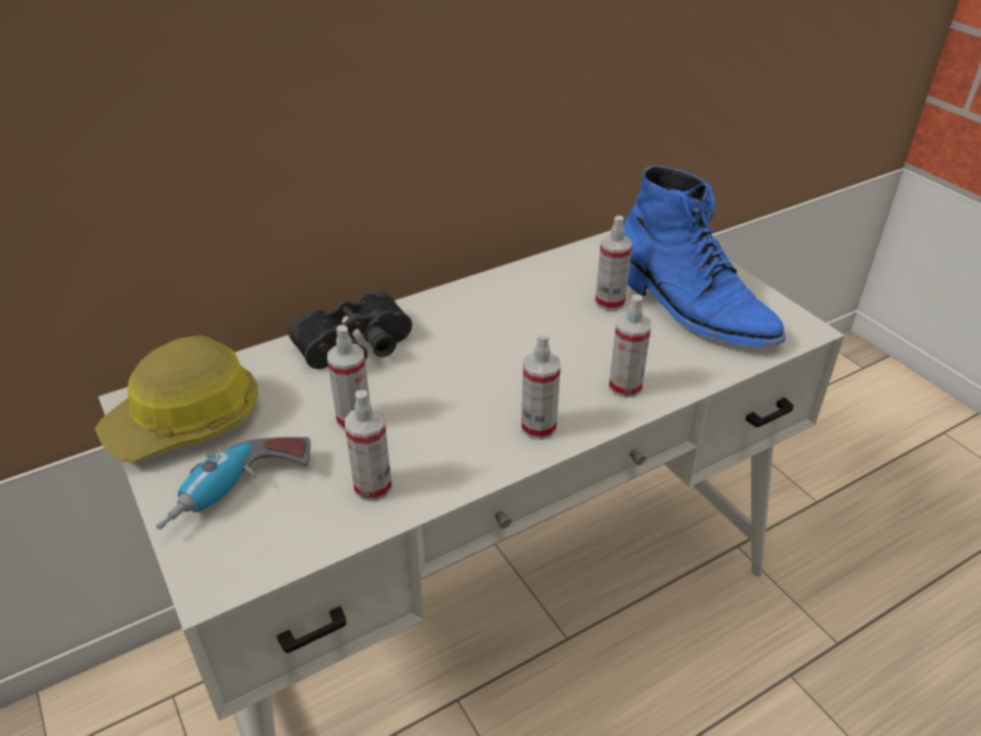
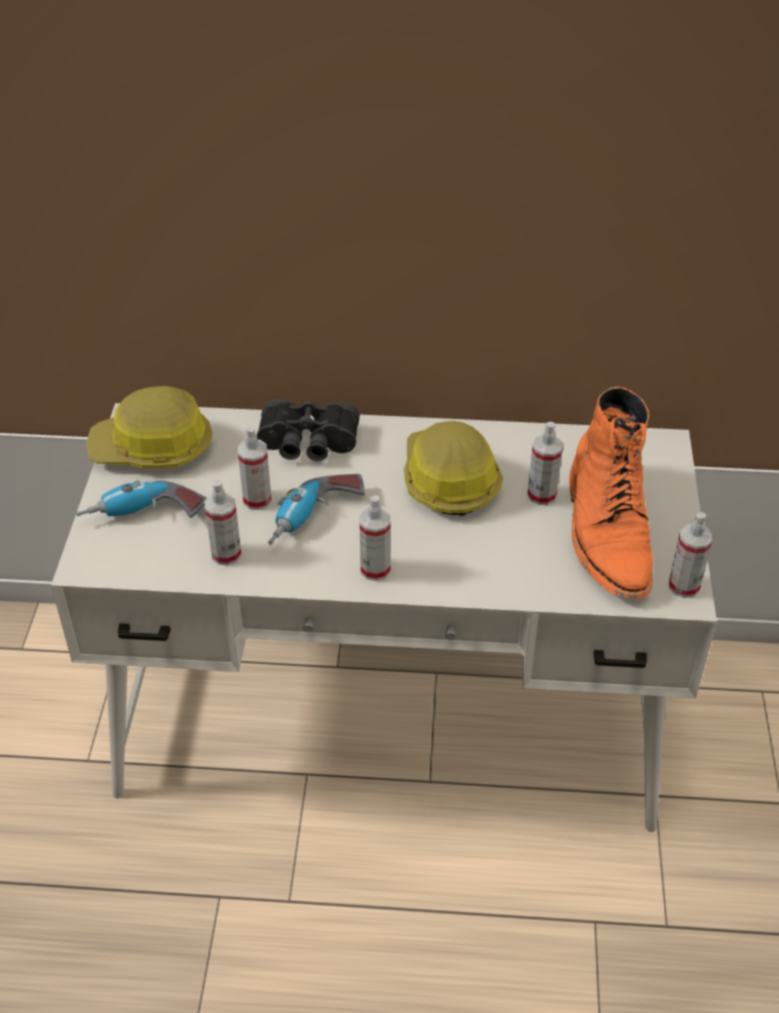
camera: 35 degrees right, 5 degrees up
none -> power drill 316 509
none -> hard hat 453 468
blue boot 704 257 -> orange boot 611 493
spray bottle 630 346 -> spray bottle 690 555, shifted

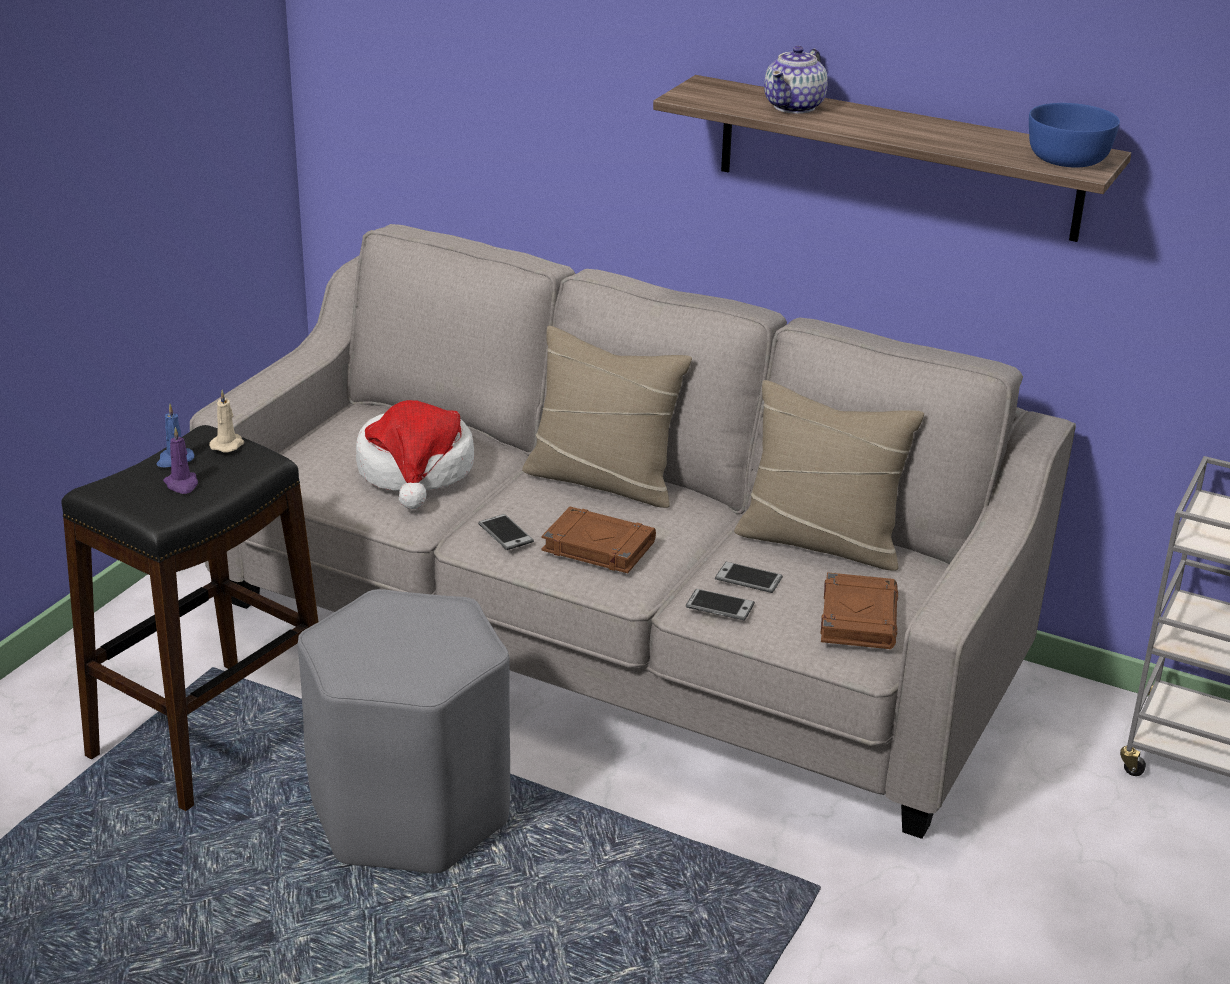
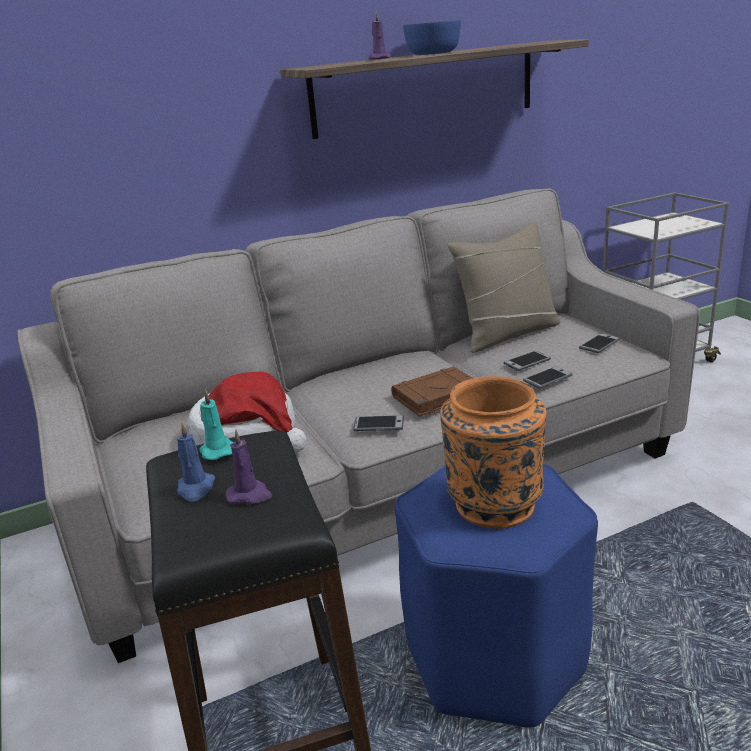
camera: 50 degrees left, 5 degrees down
beige candle 226 421 -> turquoise candle 216 425
teapot 796 80 -> purple candle 380 35
grey stool 404 731 -> blue stool 496 596
blue bowl 1074 135 -> blue bowl 432 37, shifted
none -> orange vase 493 452
brown book 859 610 -> phone 599 343
beige pillow 607 417 -> none

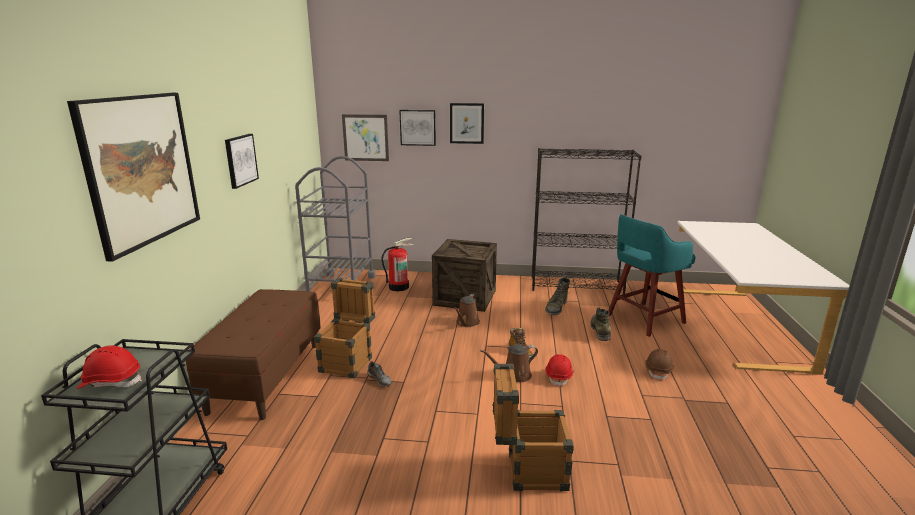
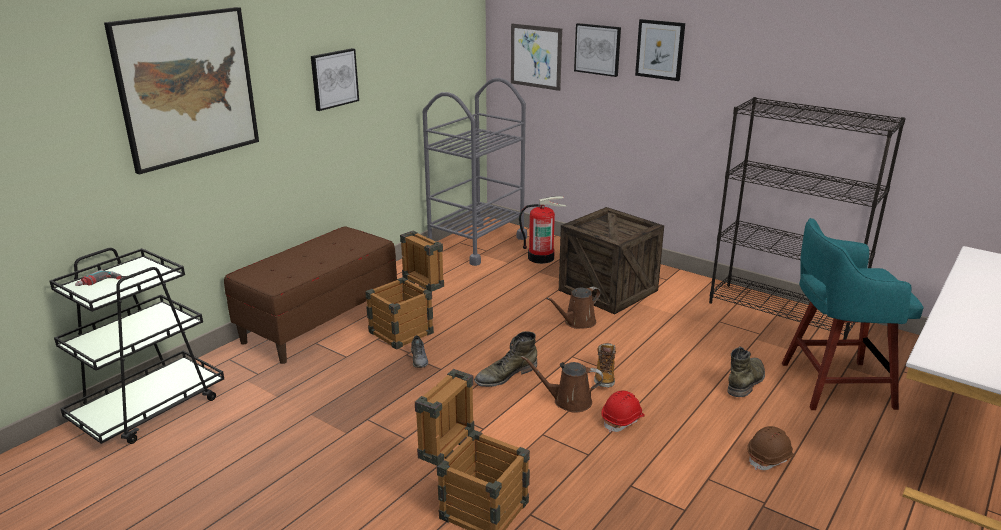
camera: 30 degrees right, 5 degrees up
red hard hat 109 367 -> power drill 104 278
green boot 557 296 -> green boot 505 359, shifted

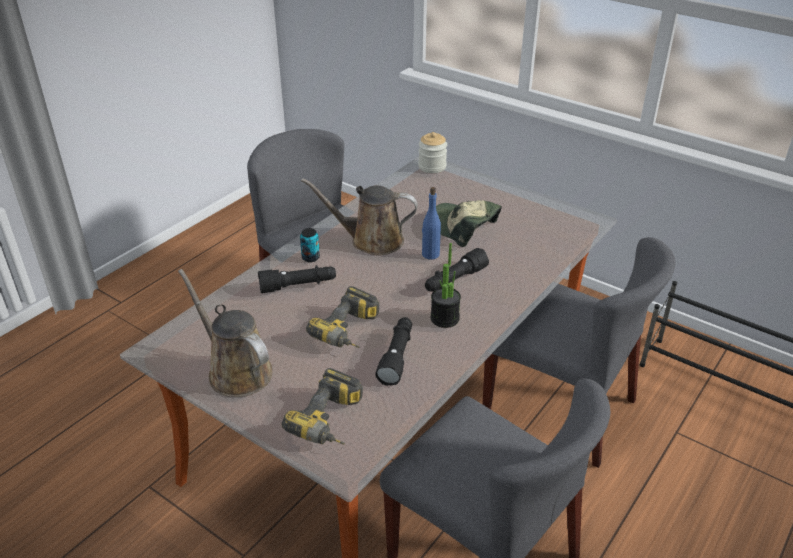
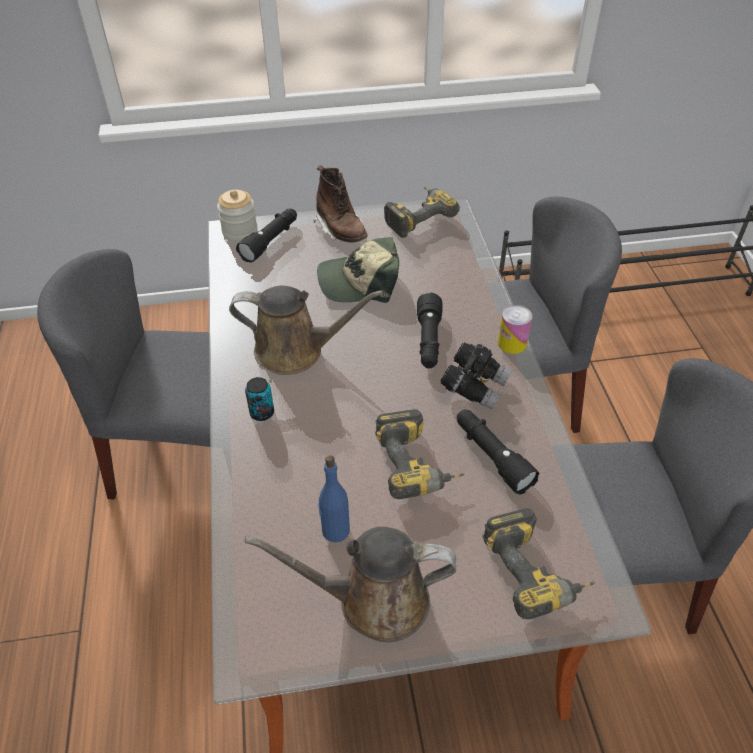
camera: 45 degrees left, 10 degrees up
brown watering can 359 216 -> brown watering can 306 330, 135 degrees counterclockwise
black flashlight 297 279 -> black flashlight 266 235, shifted
none -> brown boot 340 204
blue bottle 431 223 -> blue bottle 334 498, shifted
none -> power drill 422 212
potted plant 445 285 -> black binoculars 476 376
none -> can 515 329

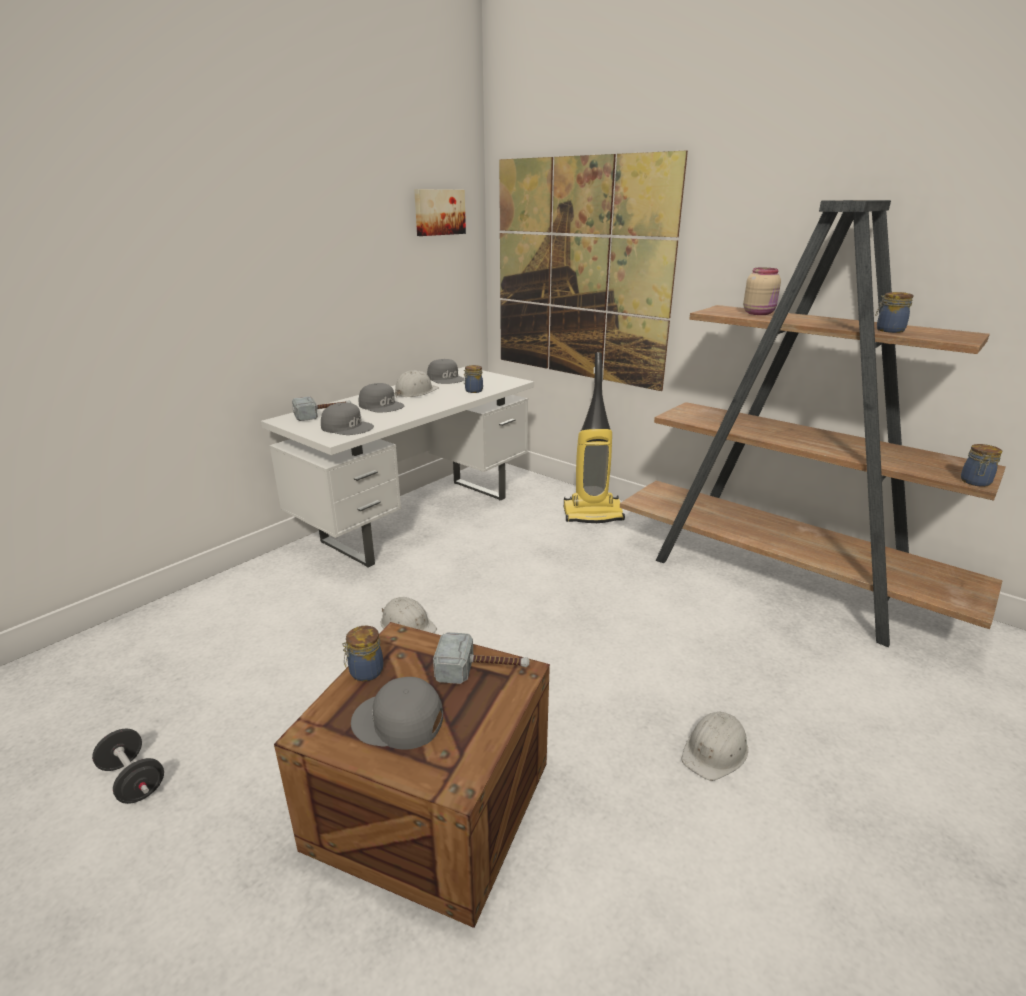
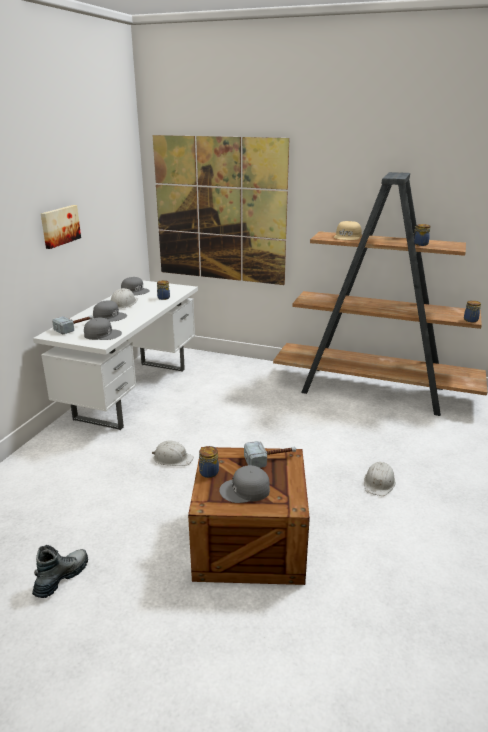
camera: 20 degrees left, 0 degrees up
black dumbbell 128 766 -> boot 60 571
picture 440 212 -> picture 61 227, shifted
beige jar 762 291 -> beige cap 348 230
vacuum cleaner 594 437 -> none

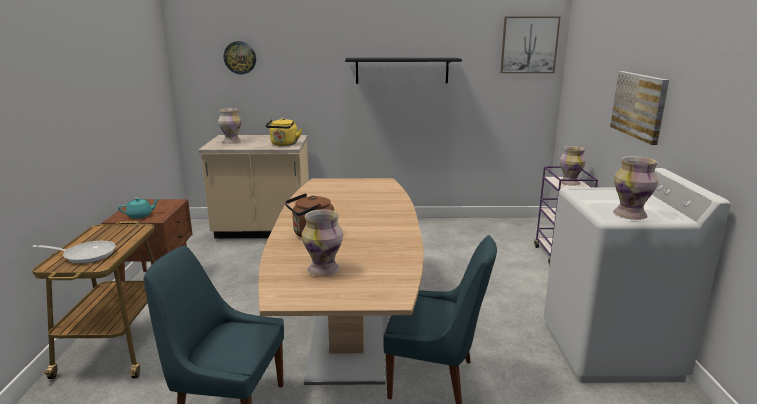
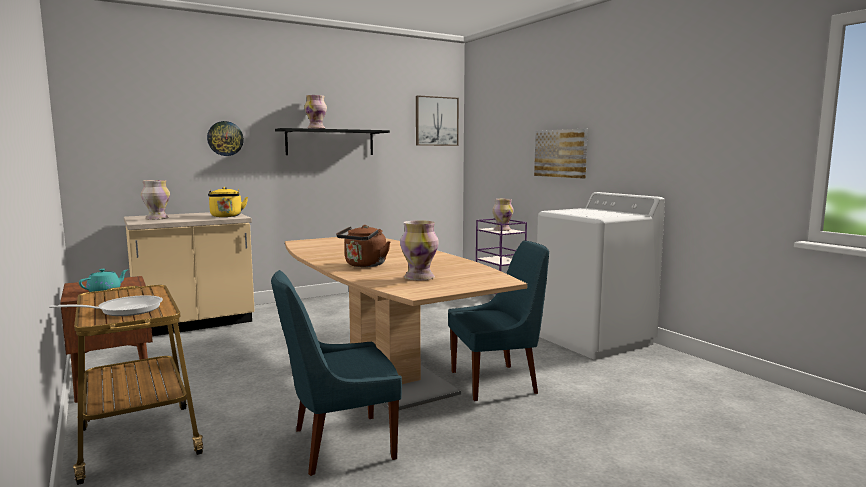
camera: 30 degrees left, 10 degrees down
wall clock 240 57 -> wall clock 225 138, shifted
vase 635 188 -> vase 315 112, shifted

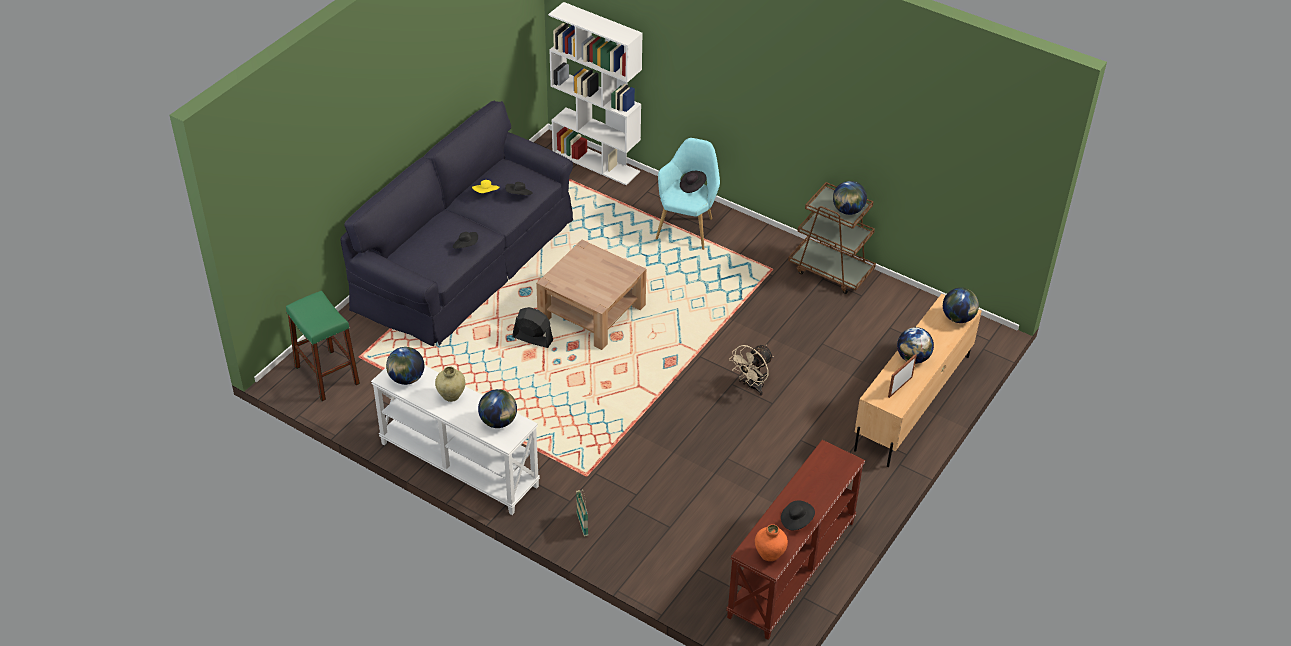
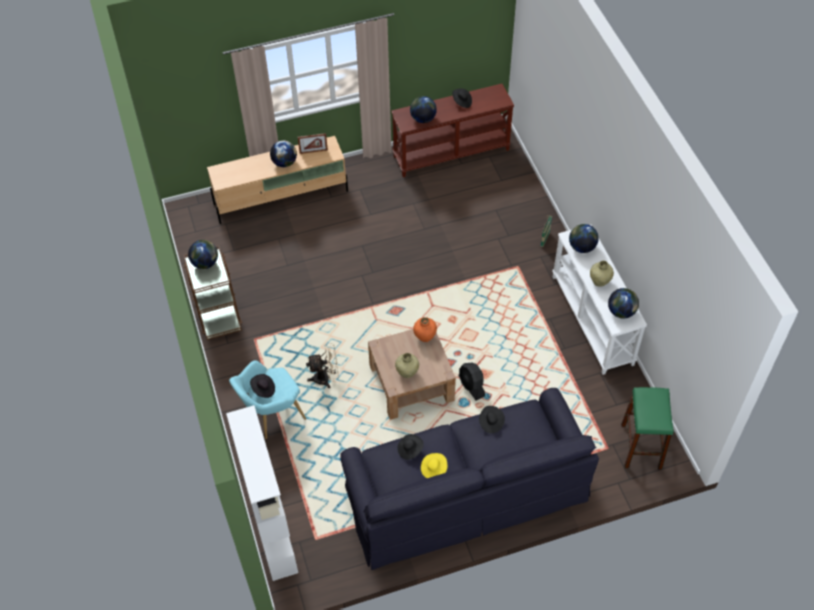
camera: 140 degrees left, 10 degrees up
beige fan 751 370 -> beige fan 322 365, shifted
none -> beige vase 407 365
globe 961 305 -> globe 423 109, shifted
orange vase 771 542 -> orange vase 425 329, shifted

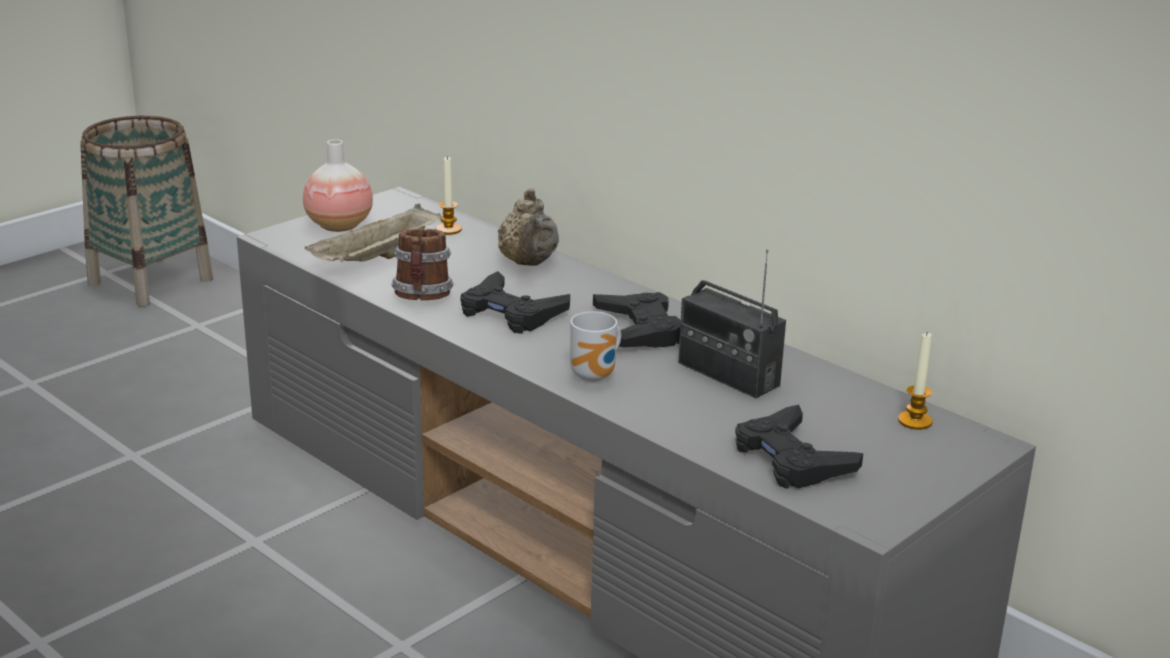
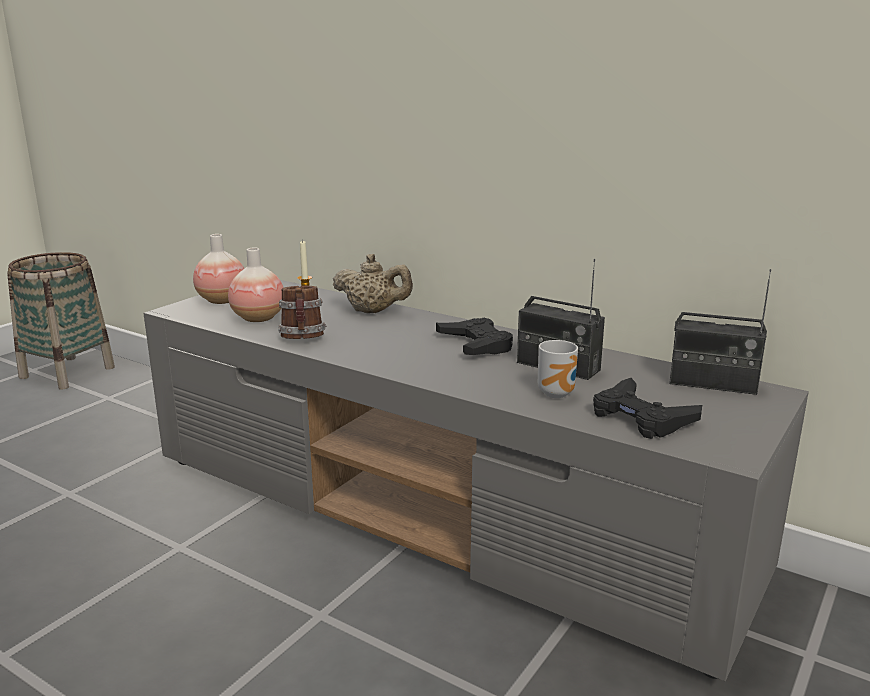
camera: 10 degrees left, 5 degrees down
beige tray 373 233 -> vase 256 284
beige teapot 528 227 -> beige teapot 372 283, 60 degrees counterclockwise
mug 595 346 -> mug 558 369, shifted
candle 915 380 -> radio 720 332
black game controller 515 302 -> none

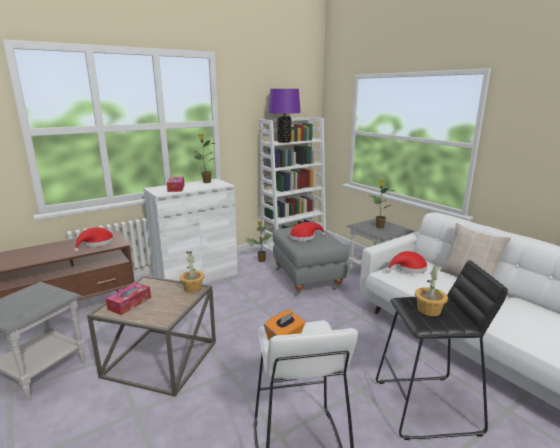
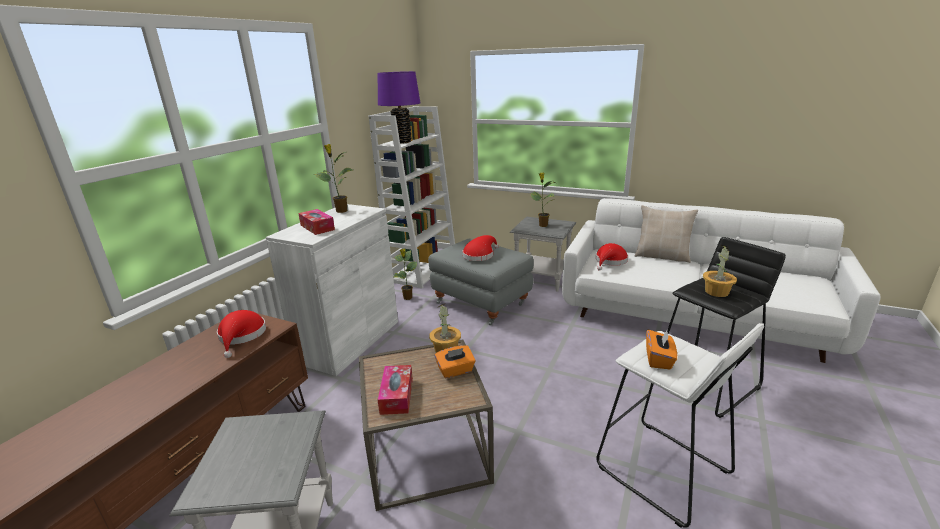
camera: 30 degrees left, 5 degrees up
none -> orange tissue box 455 361

